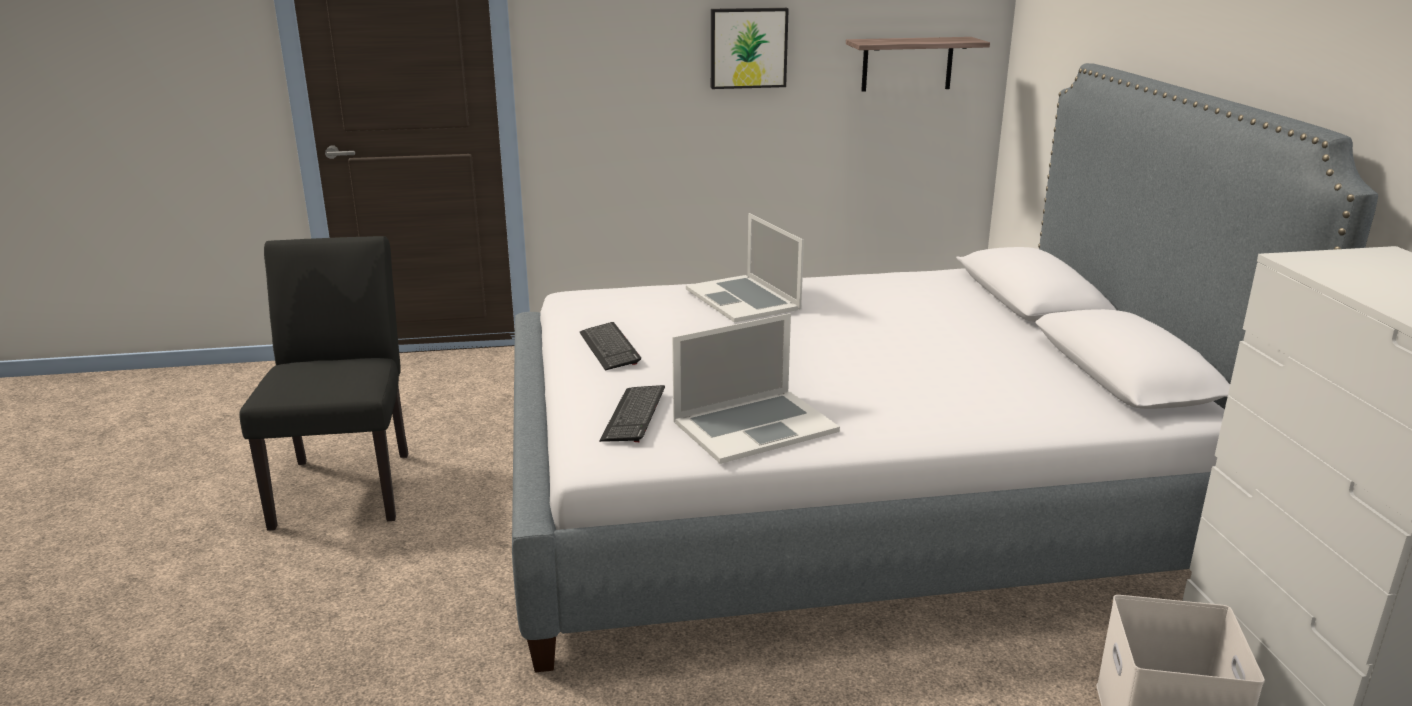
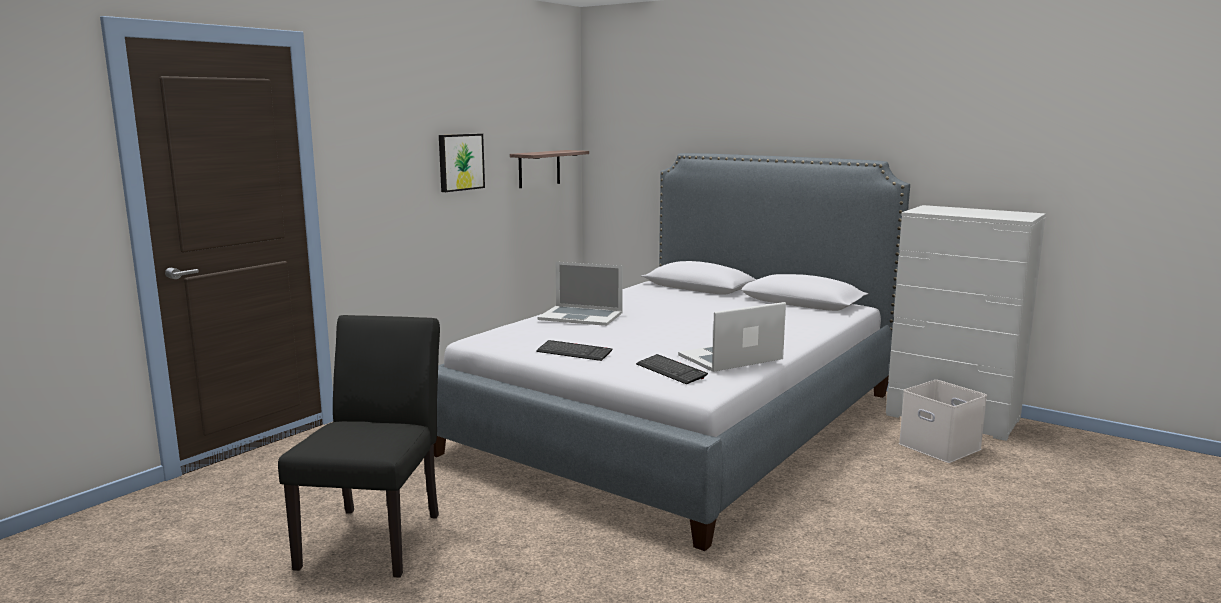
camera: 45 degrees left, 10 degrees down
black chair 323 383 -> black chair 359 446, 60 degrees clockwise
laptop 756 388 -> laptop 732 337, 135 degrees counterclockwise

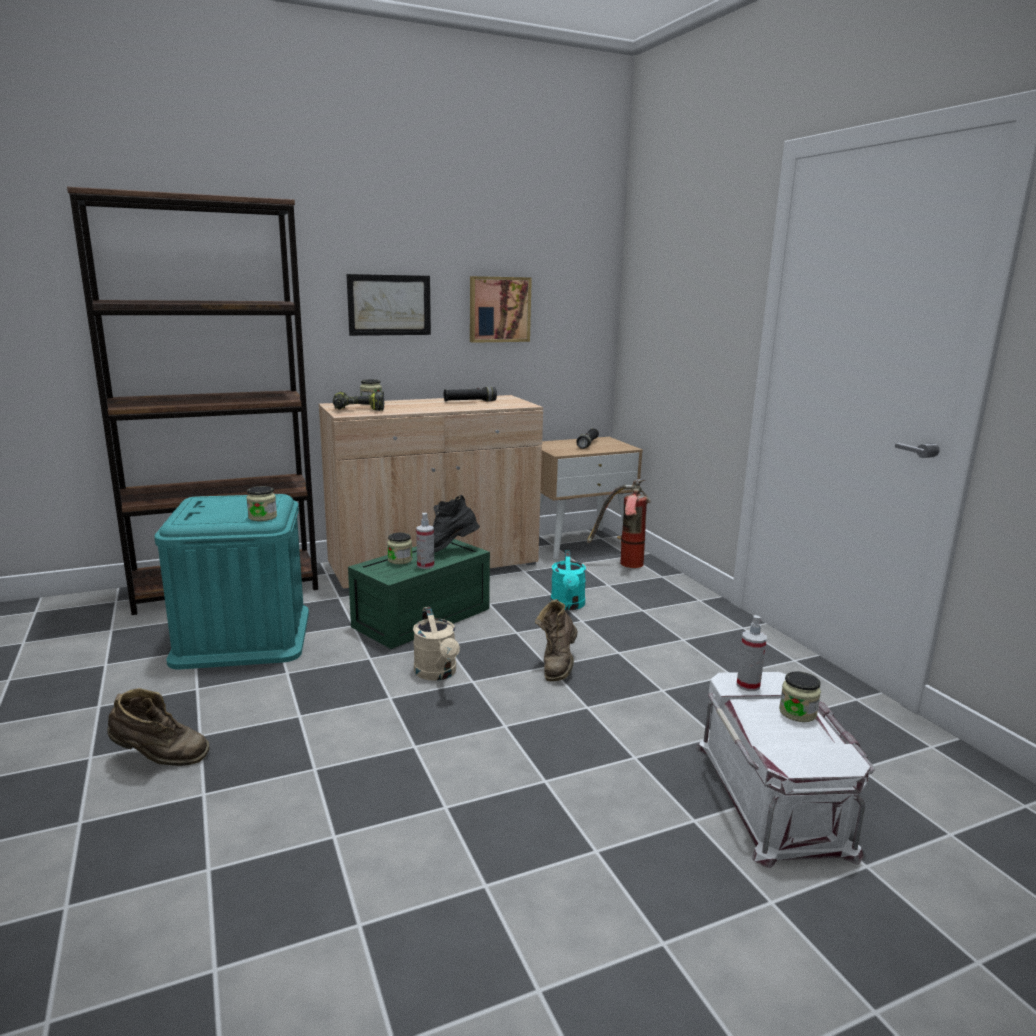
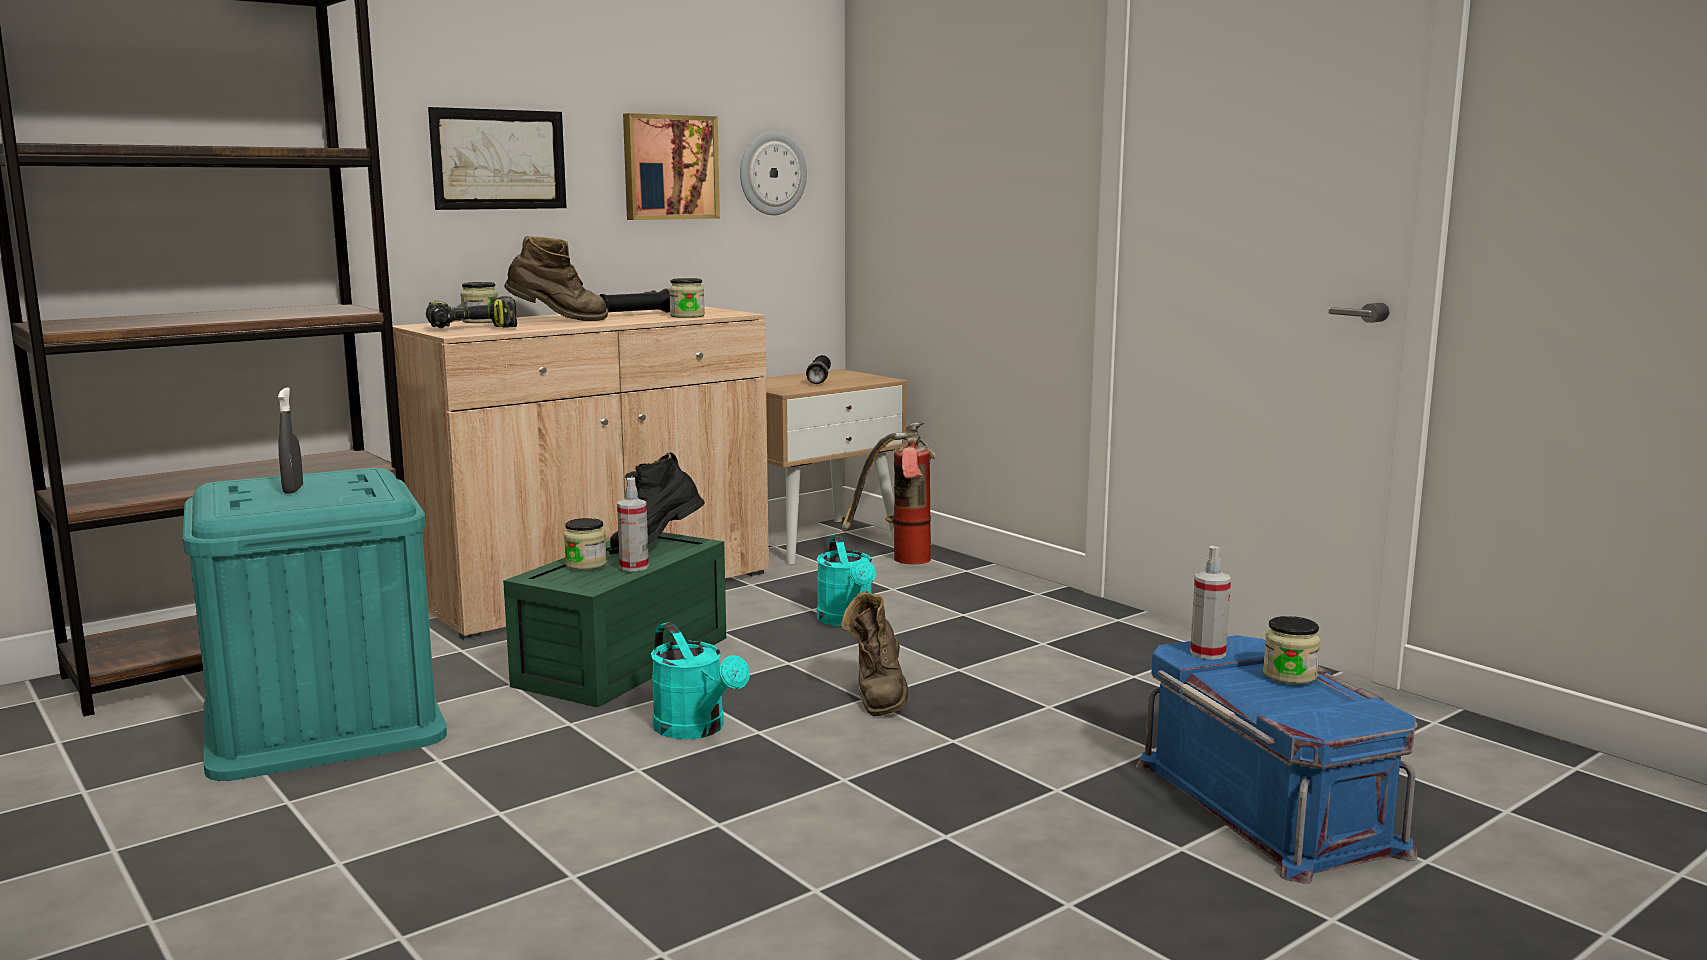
camera: 15 degrees left, 5 degrees down
none -> grey spray bottle 290 441
brown boot 158 727 -> brown boot 556 278, shifted
beige watering can 436 644 -> turquoise watering can 700 680
jar 261 503 -> jar 687 298, shifted
none -> wall clock 773 173
white storage box 785 770 -> blue storage box 1276 759

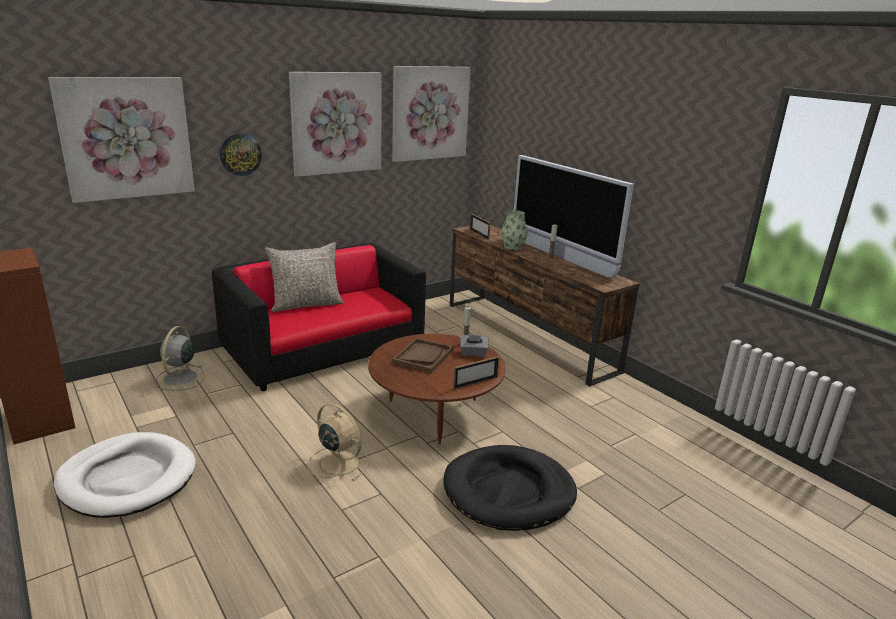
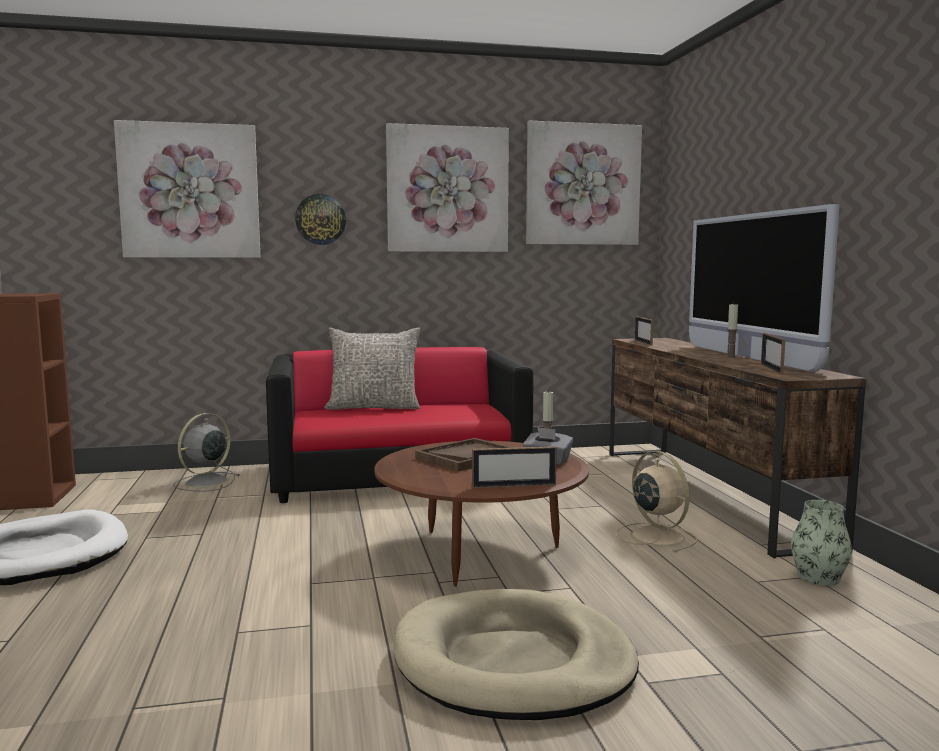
camera: 25 degrees right, 15 degrees down
black dog bed 510 488 -> beige dog bed 516 654
beige fan 338 442 -> beige fan 656 502, shifted
none -> picture frame 773 353
vase 514 230 -> vase 821 543, shifted

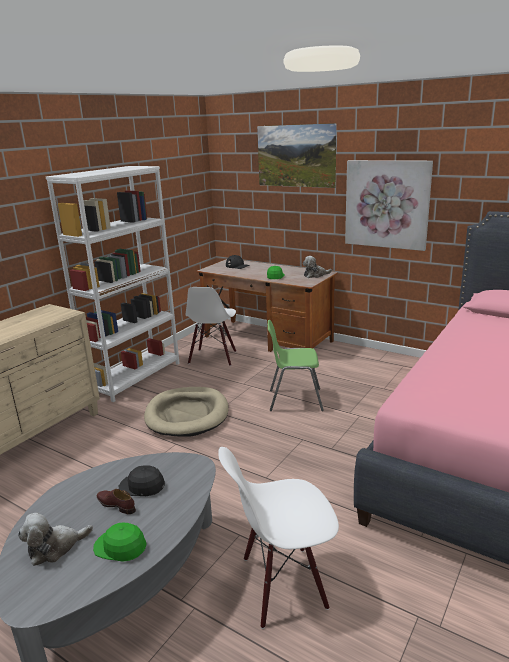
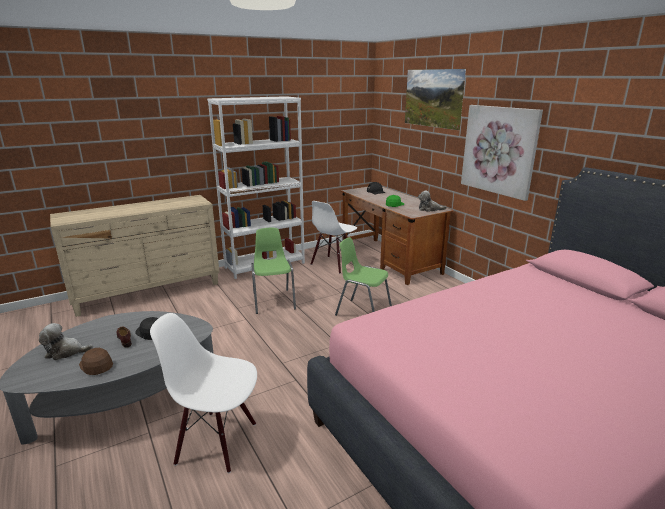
camera: 25 degrees right, 0 degrees up
green cap 120 542 -> brown cap 96 361
beige dog bed 186 412 -> green chair 273 271

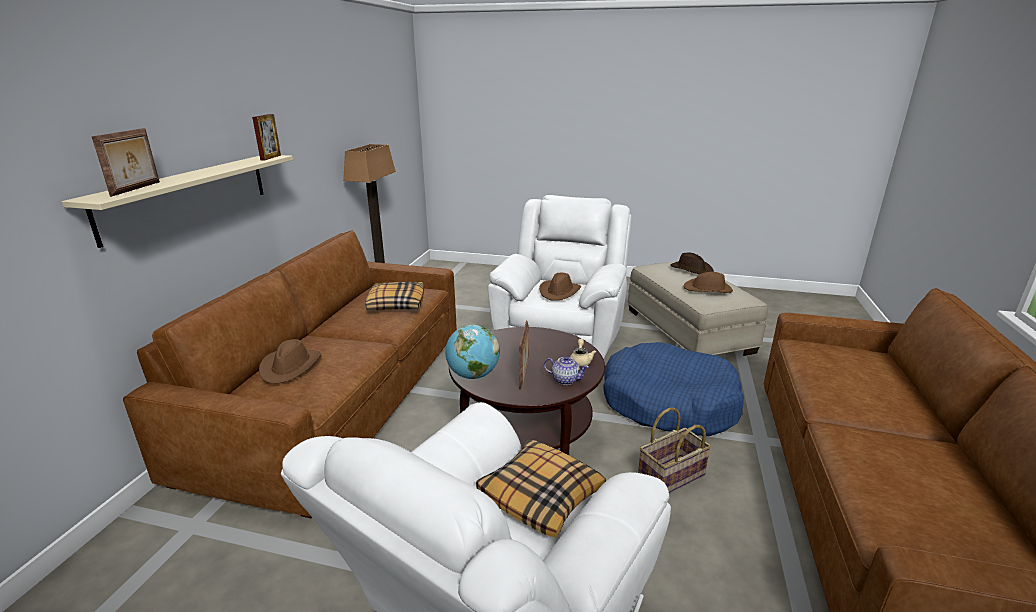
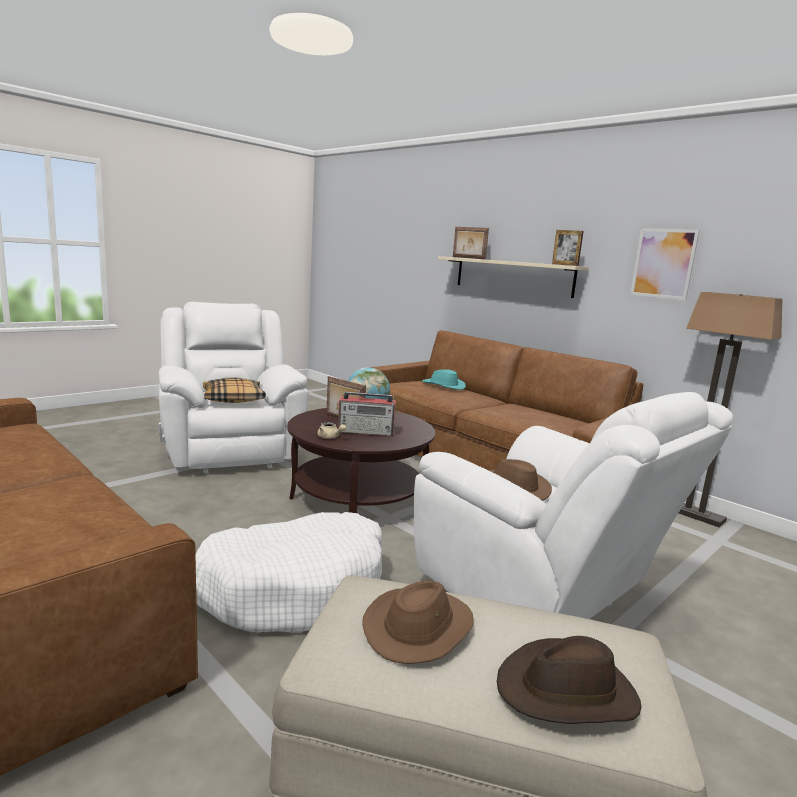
camera: 120 degrees right, 10 degrees down
blue dog bed 673 389 -> white dog bed 289 572
none -> radio 367 414
brown hat 290 361 -> turquoise hat 444 379
none -> picture 665 264
pillow 395 296 -> none
teapot 566 370 -> none
basket 674 450 -> none

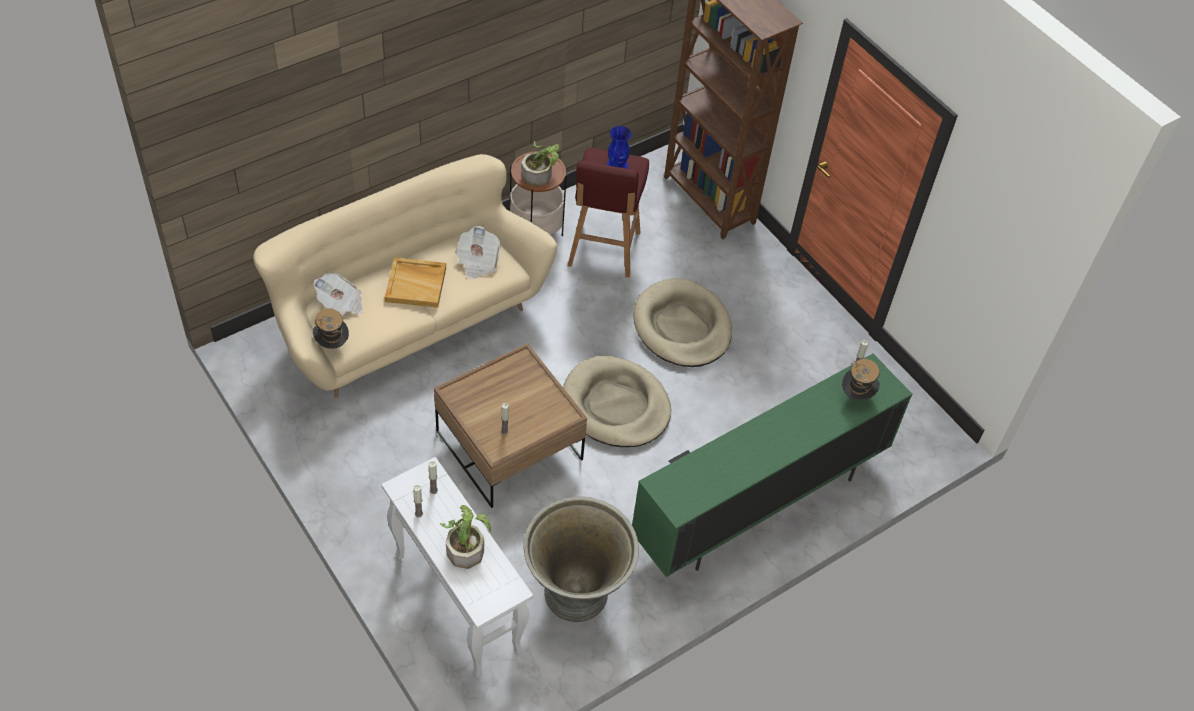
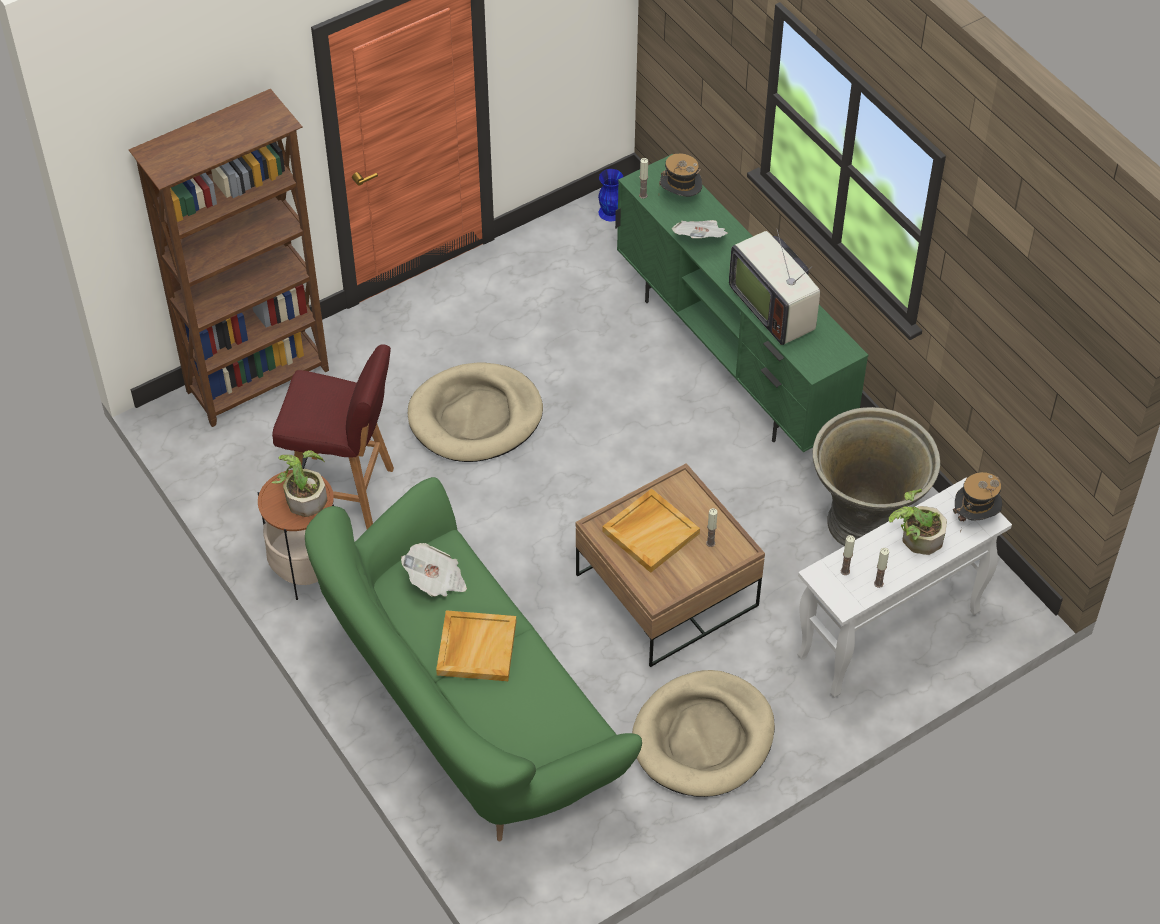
camera: 85 degrees left, 0 degrees up
beige sofa 405 276 -> green sofa 473 659
blue vase 619 147 -> blue vase 610 195, shifted
none -> beige tray 651 530
beige dog bed 617 401 -> beige dog bed 703 733, shifted
newspaper 338 294 -> newspaper 700 229, shifted
none -> television 774 287
hat 331 328 -> hat 977 502, shifted

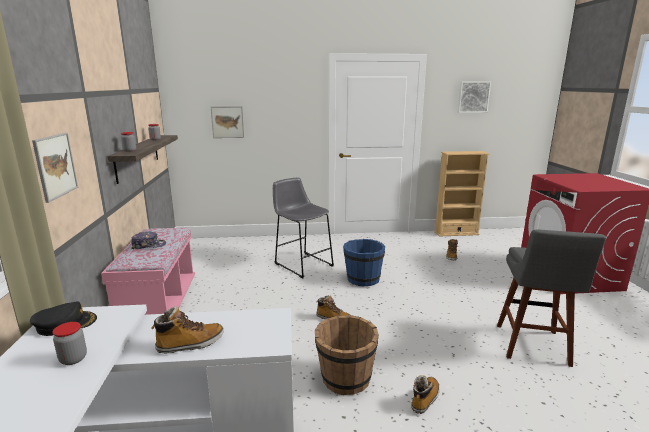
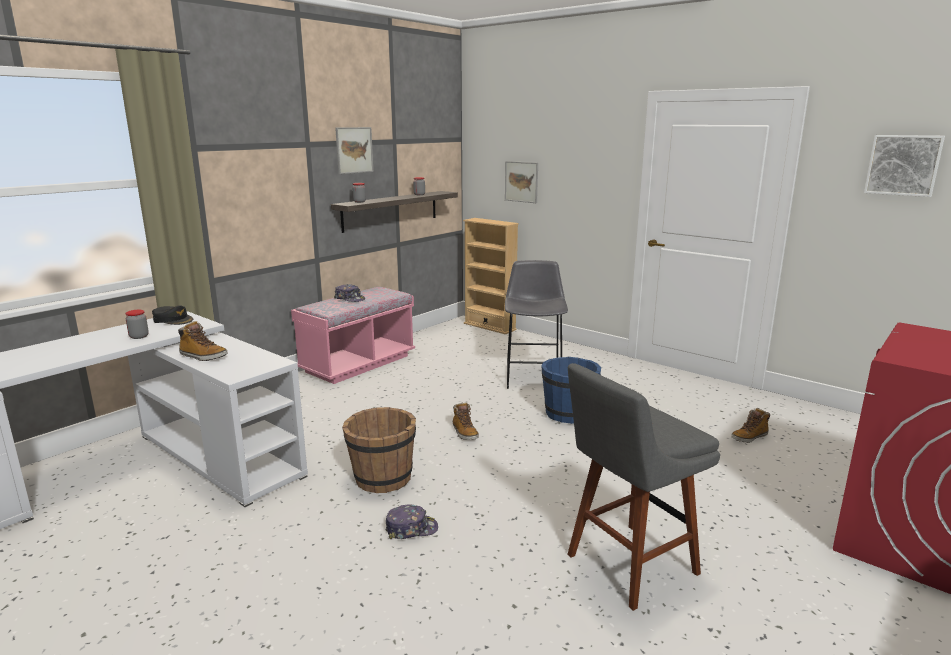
camera: 45 degrees right, 0 degrees up
picture 55 168 -> picture 354 150, shifted
boot 425 394 -> cap 411 521
beige bookcase 461 193 -> beige bookcase 491 276, shifted

